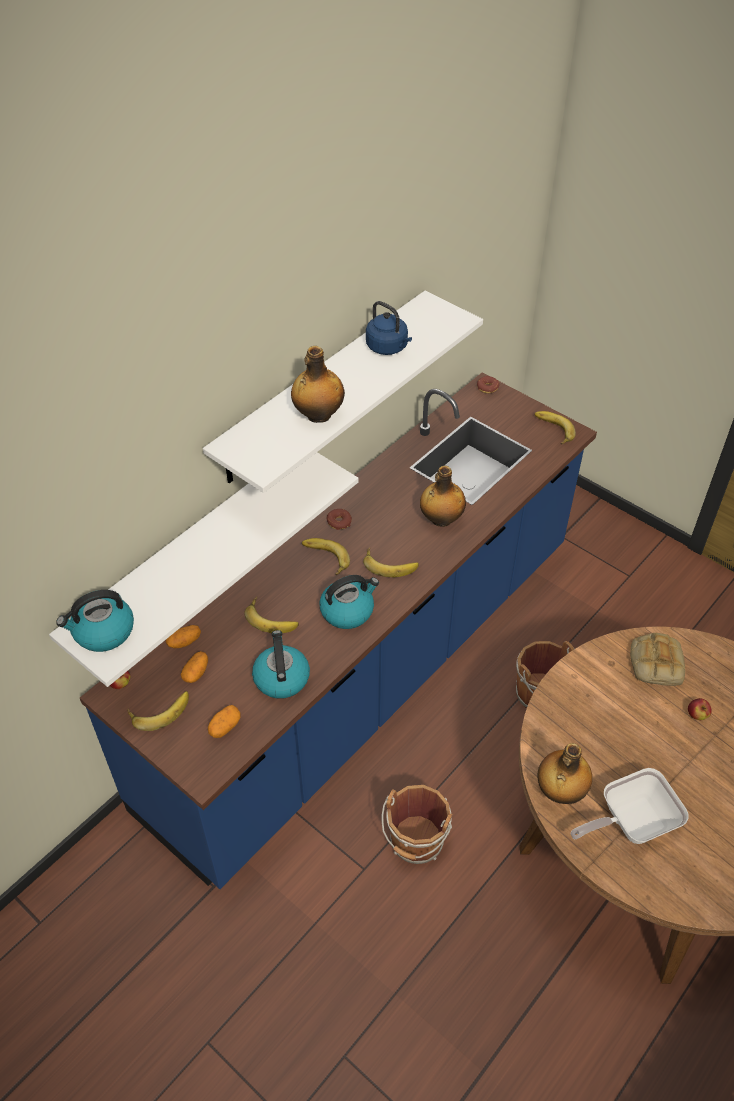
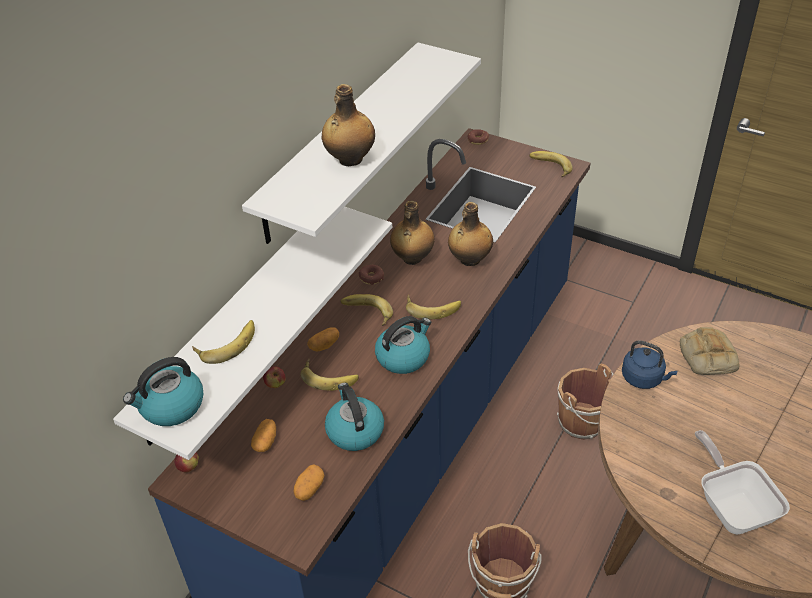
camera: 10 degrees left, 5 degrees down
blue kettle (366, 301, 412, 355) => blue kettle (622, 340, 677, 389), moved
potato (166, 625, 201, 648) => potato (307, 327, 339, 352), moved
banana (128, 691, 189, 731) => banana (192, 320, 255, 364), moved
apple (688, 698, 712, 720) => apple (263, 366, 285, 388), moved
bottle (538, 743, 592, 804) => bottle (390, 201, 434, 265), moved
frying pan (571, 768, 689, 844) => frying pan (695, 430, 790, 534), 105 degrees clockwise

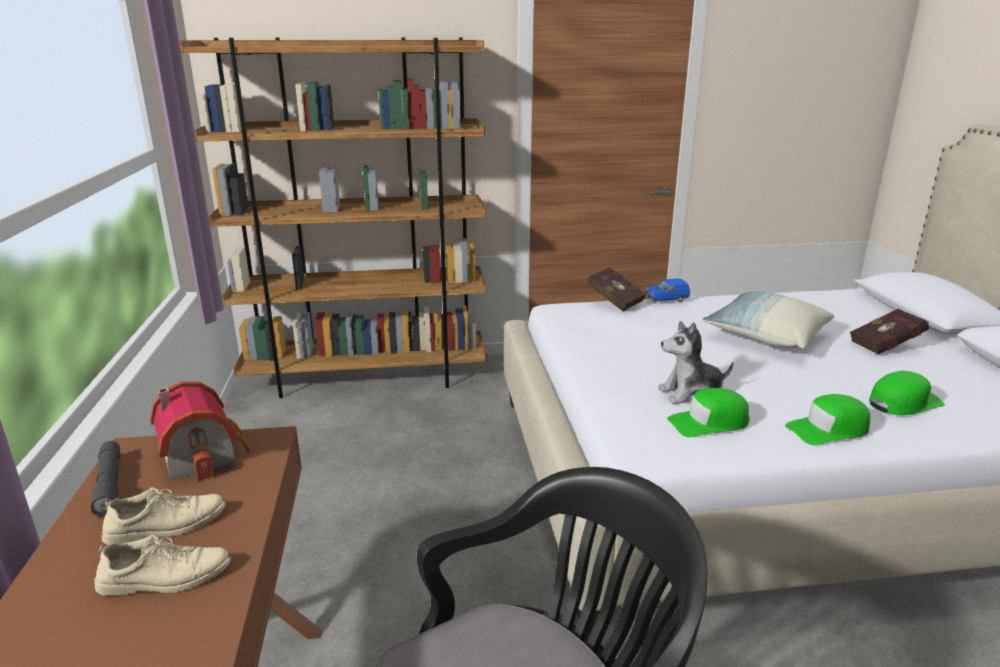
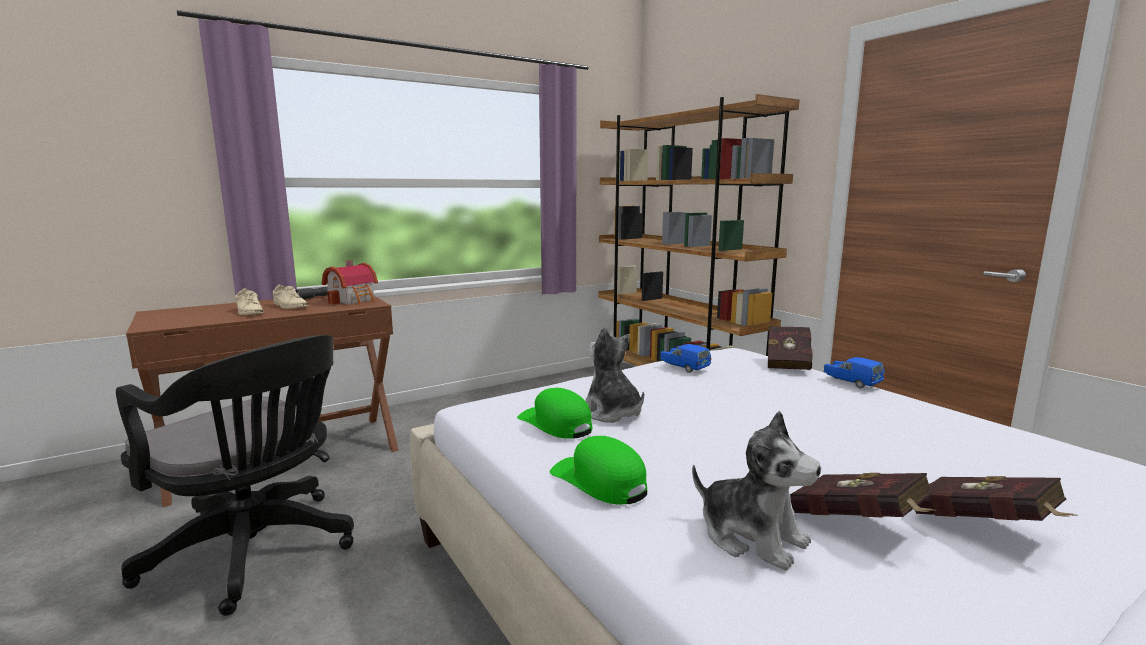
camera: 65 degrees right, 10 degrees down
pillow (702, 291, 834, 349) => nothing
green cap (869, 371, 945, 415) => plush toy (692, 411, 821, 571)
nothing => blue toy car (660, 344, 711, 373)
nothing => red book (790, 473, 937, 517)

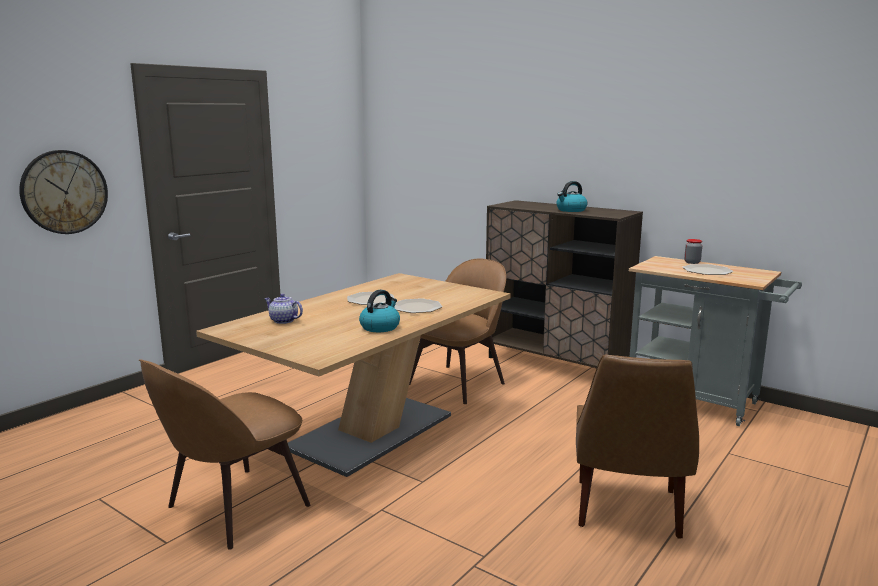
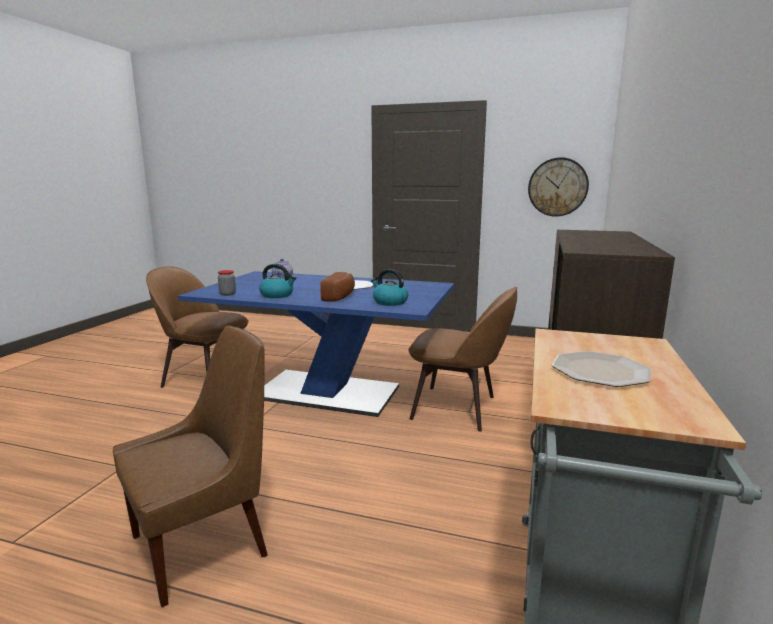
camera: 70 degrees right, 0 degrees up
wall clock (19, 150, 108, 234) => wall clock (528, 157, 589, 217), moved
kettle (556, 181, 588, 212) => kettle (371, 269, 408, 306), moved
jar (684, 239, 702, 264) => jar (218, 270, 236, 296), moved
brown dining table (196, 273, 511, 477) => blue dining table (178, 271, 454, 417)
plate (394, 298, 443, 313) => bread (320, 272, 355, 302)
brown chair (576, 355, 699, 539) => brown chair (113, 326, 268, 607), 150 degrees clockwise

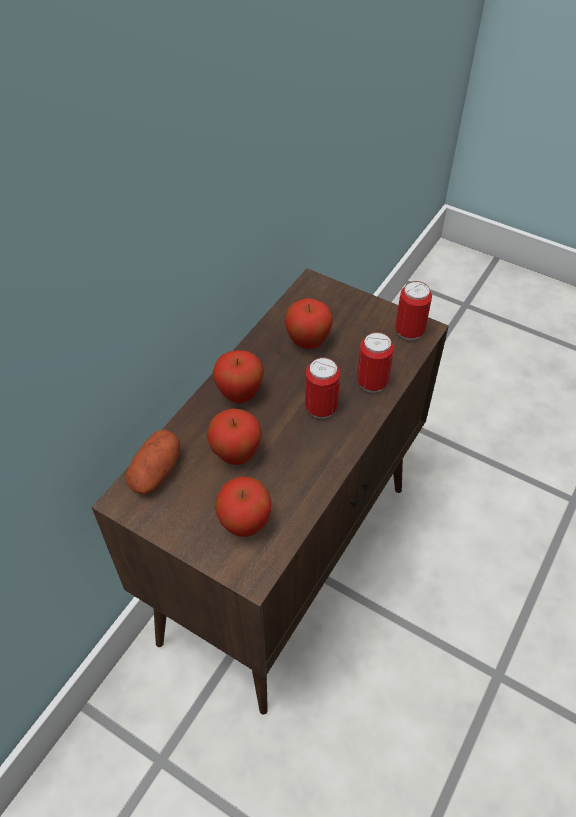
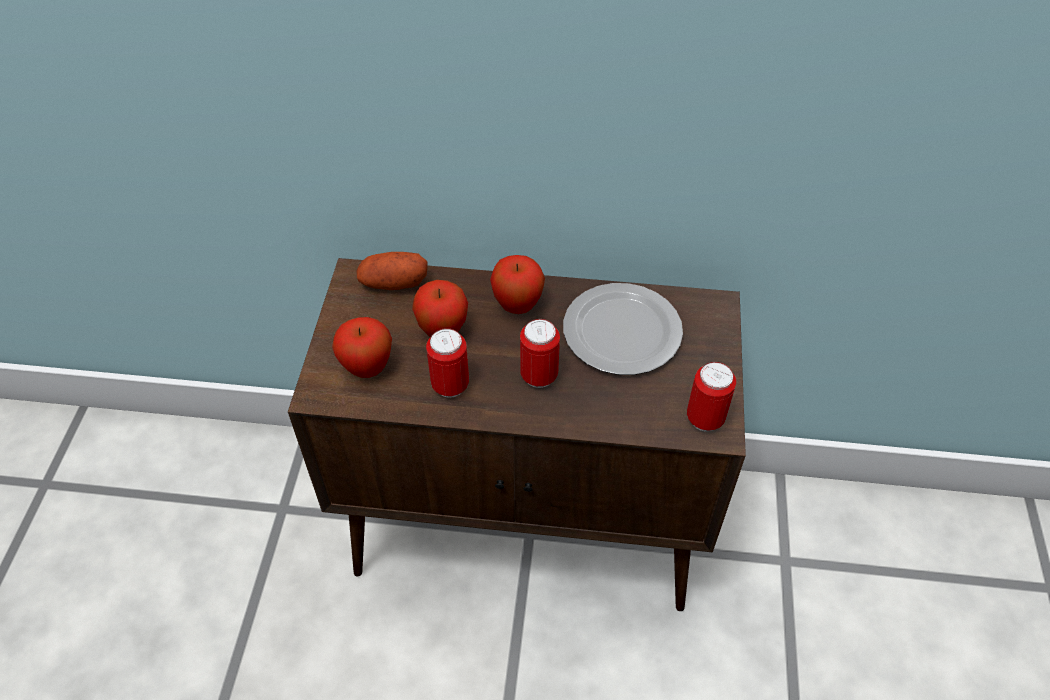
camera: 65 degrees right, 0 degrees up
apple (285, 298, 333, 349) => plate (563, 283, 683, 375)
can (357, 332, 394, 393) => can (426, 328, 469, 398), moved

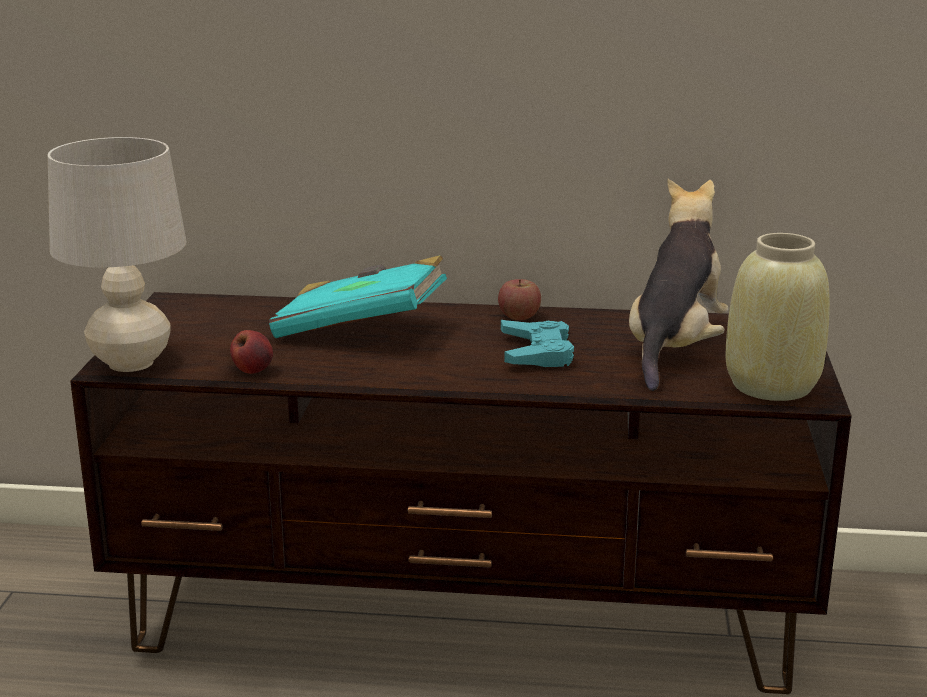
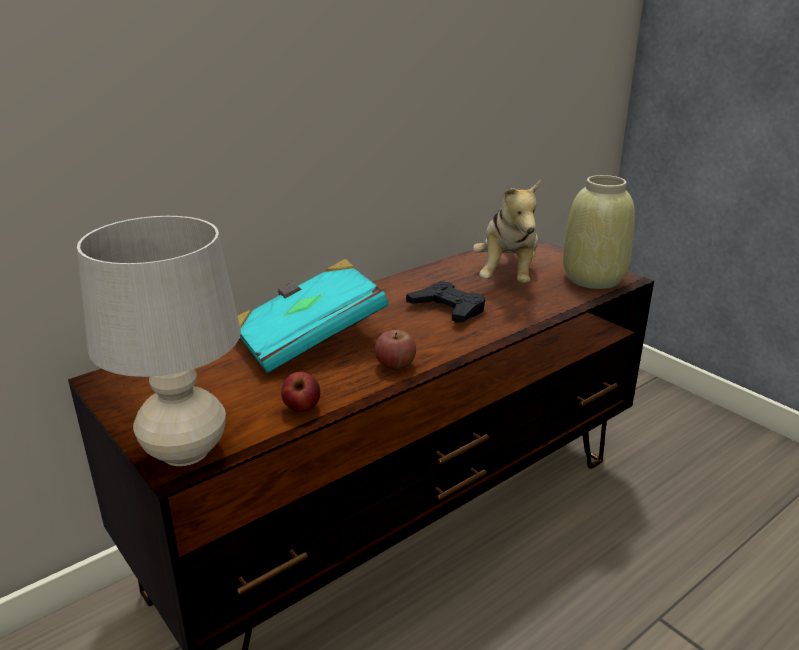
camera: 45 degrees left, 5 degrees up
plush toy (629, 179, 729, 391) => plush toy (473, 180, 541, 284), 150 degrees counterclockwise
apple (498, 279, 541, 320) => apple (375, 330, 416, 370), moved
turquoise game controller (501, 320, 574, 367) => black game controller (406, 281, 485, 323)

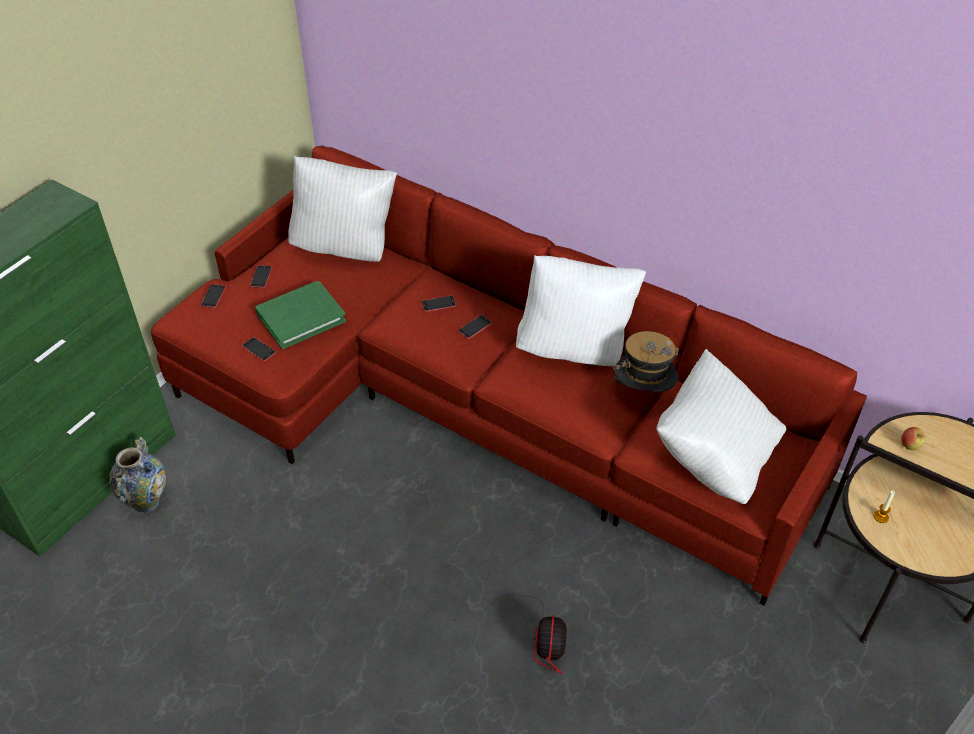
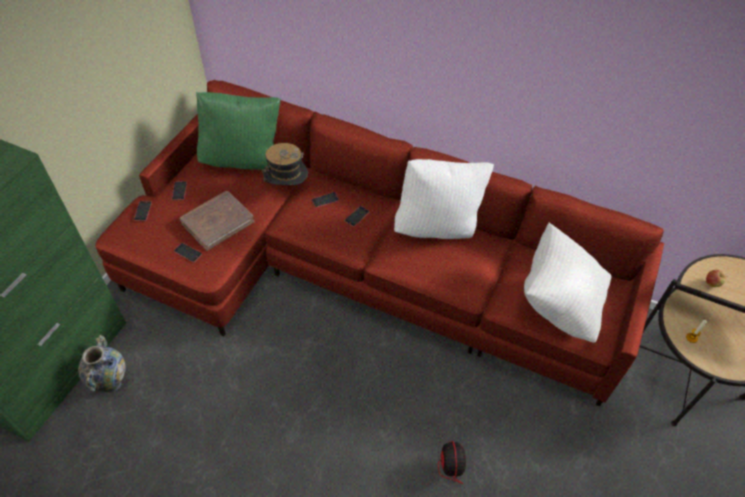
camera: 10 degrees left, 5 degrees up
white pillow (288, 156, 397, 262) => green pillow (196, 92, 281, 170)
green book (255, 281, 346, 349) => brown book (180, 191, 255, 251)
hat (612, 331, 679, 398) => hat (262, 143, 308, 190), moved

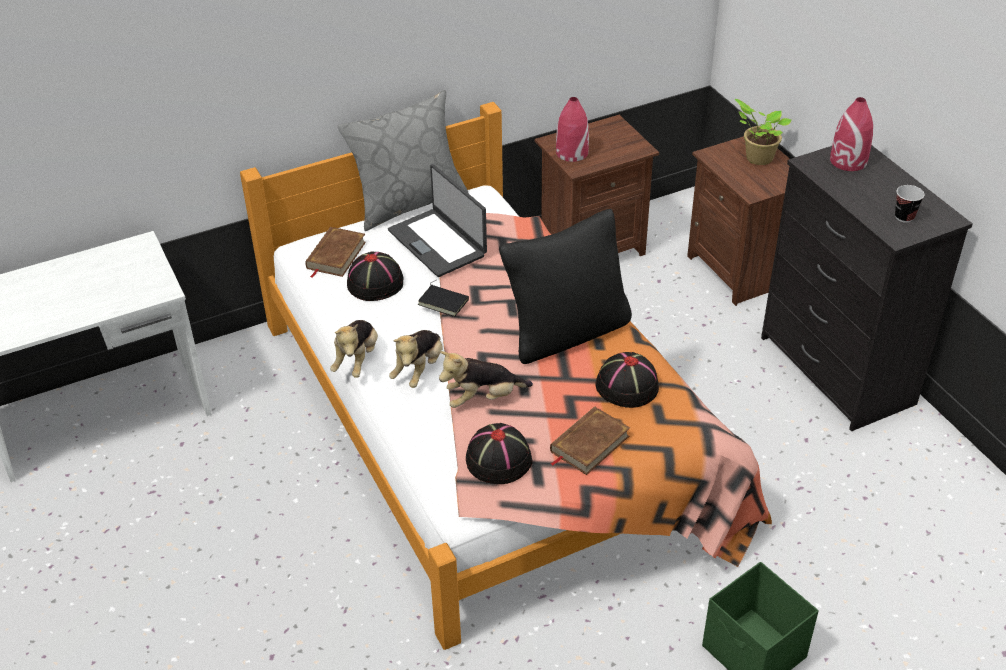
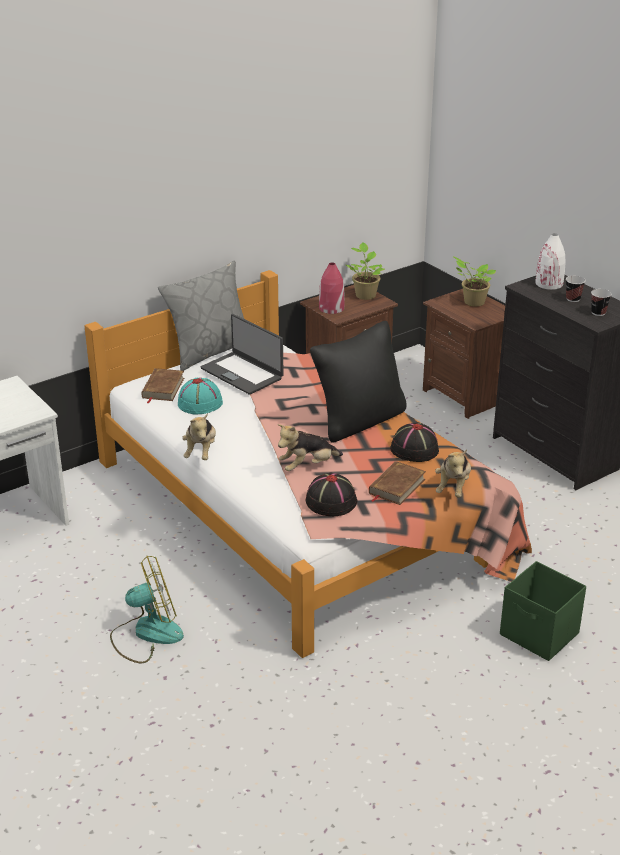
camera: 10 degrees left, 10 degrees down
red vase (830, 97, 873, 171) => white vase (535, 233, 566, 290)
black hat (347, 252, 404, 301) => turquoise hat (178, 378, 223, 414)
black book (418, 280, 469, 317) => nothing
plush toy (389, 330, 443, 388) => plush toy (435, 450, 471, 498), moved
nothing => potted plant (346, 242, 385, 300)
nothing => cup (566, 276, 586, 302)
nothing => fan (110, 556, 184, 664)

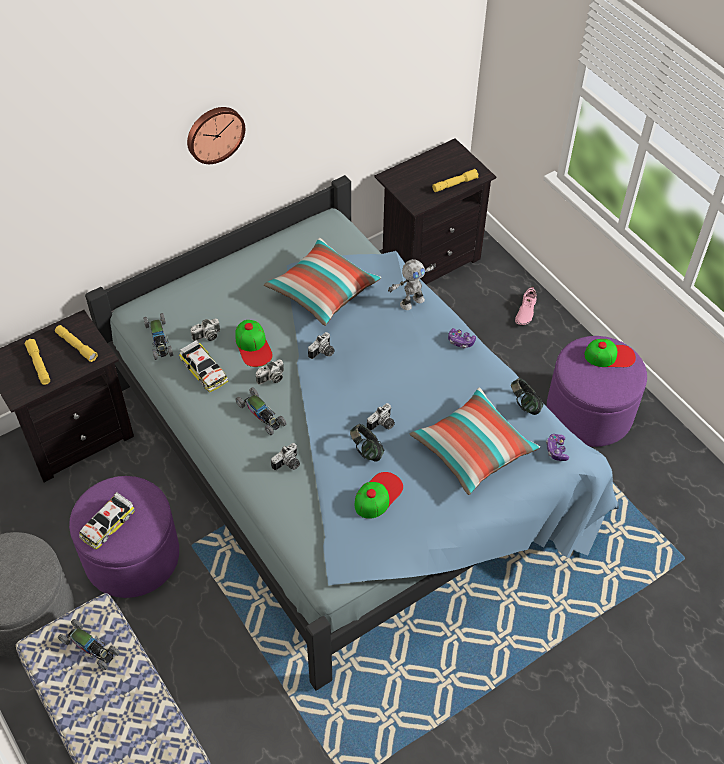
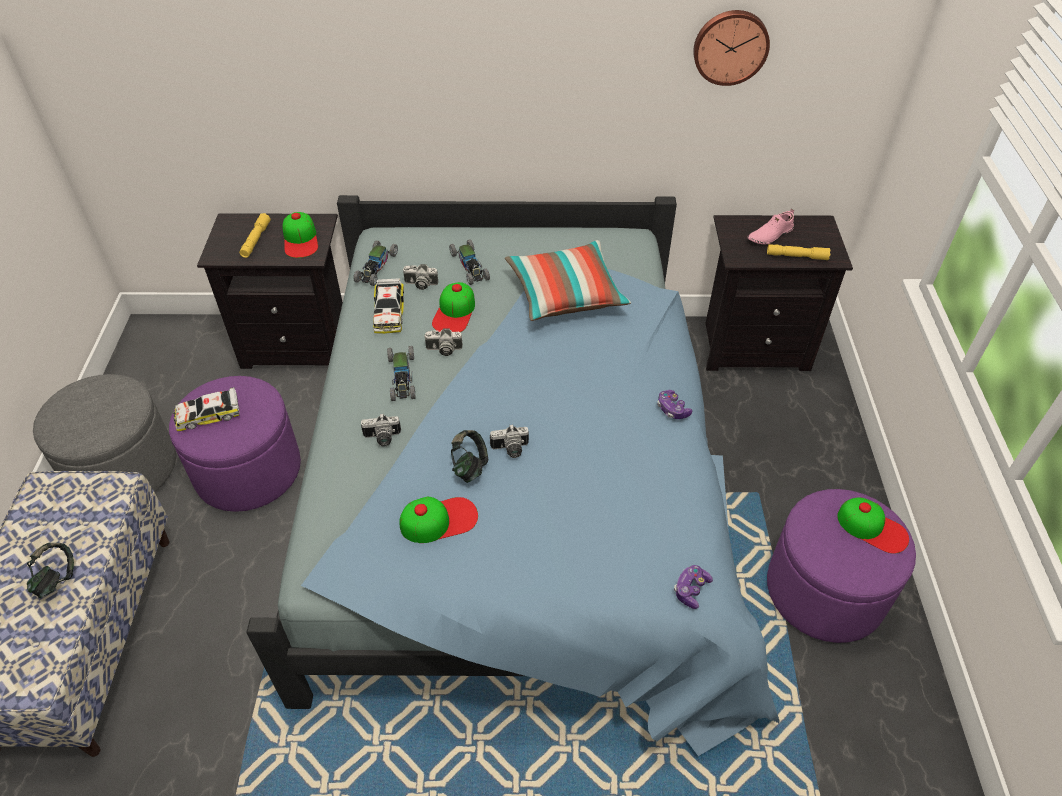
camera: 35 degrees right, 5 degrees down
wall clock (187, 107, 245, 164) => wall clock (693, 10, 770, 86), moved
toy robot (388, 259, 436, 310) => nothing
pink shoe (515, 286, 537, 325) => pink shoe (747, 209, 794, 245), moved
yellow flashlight (55, 325, 98, 362) => cap (282, 212, 318, 258)
photo camera (308, 332, 335, 359) => nothing
headphones (511, 378, 543, 415) => headphones (27, 543, 74, 598), moved
pillow (410, 387, 540, 495) => nothing
toy car (58, 619, 120, 670) => toy car (449, 239, 490, 285), moved

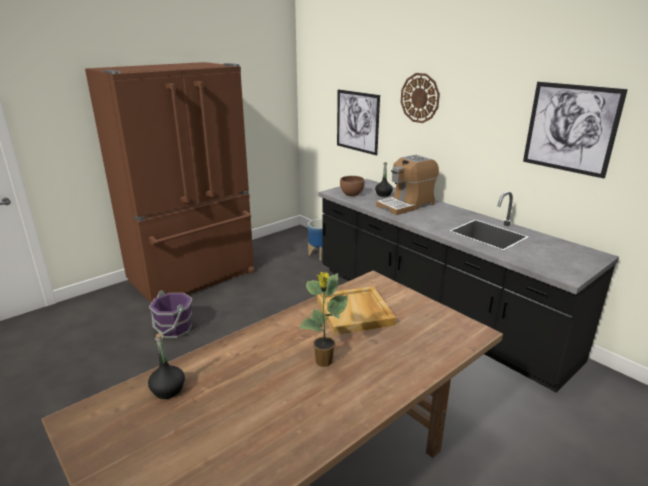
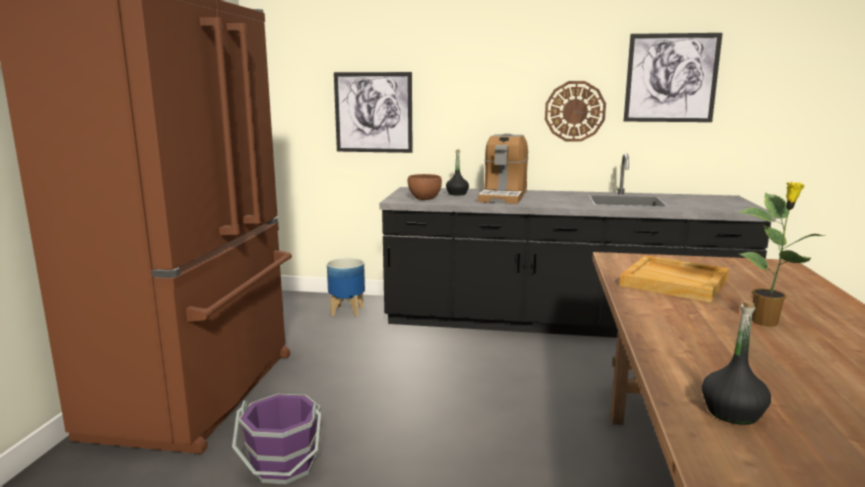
camera: 40 degrees left, 10 degrees down
wall clock (401, 73, 440, 123) => wall clock (545, 81, 606, 142), moved

